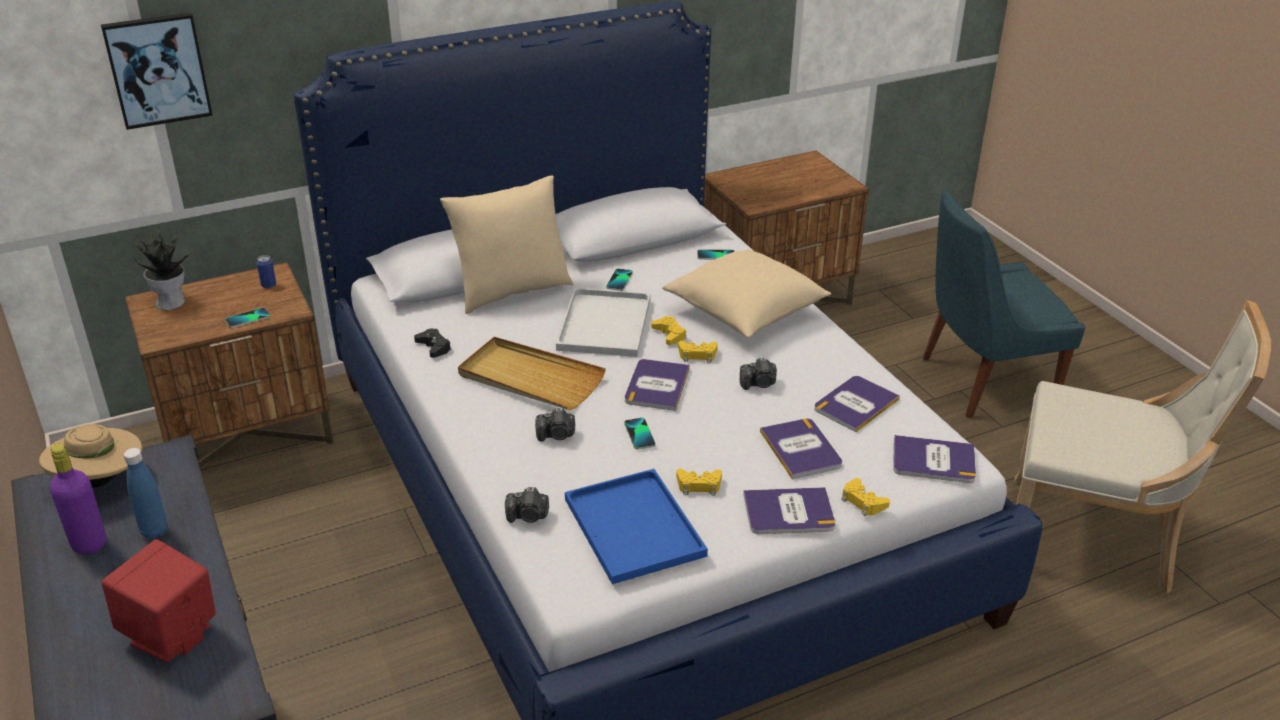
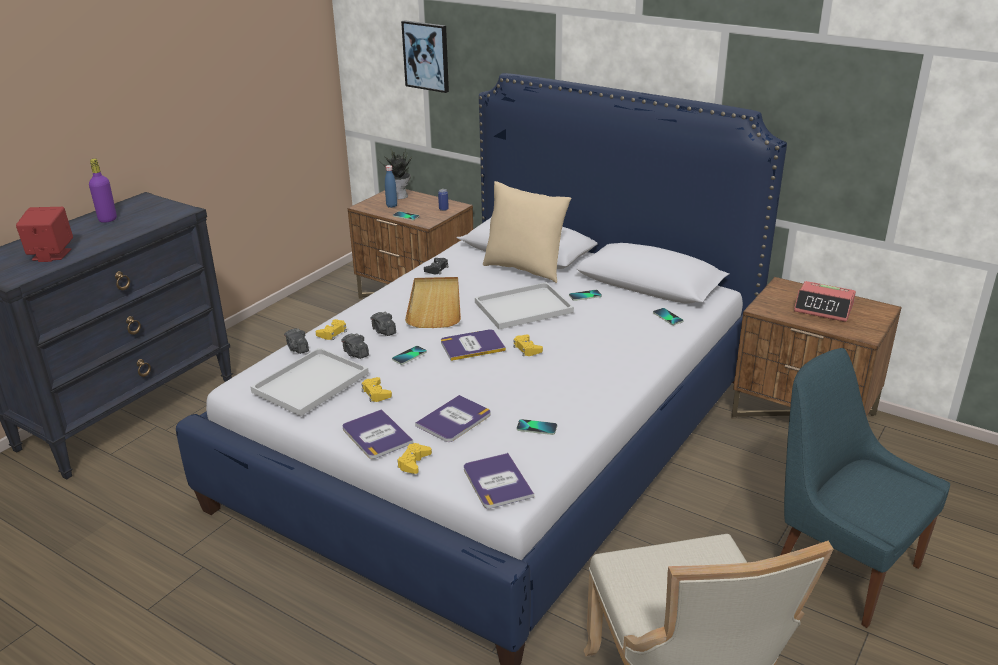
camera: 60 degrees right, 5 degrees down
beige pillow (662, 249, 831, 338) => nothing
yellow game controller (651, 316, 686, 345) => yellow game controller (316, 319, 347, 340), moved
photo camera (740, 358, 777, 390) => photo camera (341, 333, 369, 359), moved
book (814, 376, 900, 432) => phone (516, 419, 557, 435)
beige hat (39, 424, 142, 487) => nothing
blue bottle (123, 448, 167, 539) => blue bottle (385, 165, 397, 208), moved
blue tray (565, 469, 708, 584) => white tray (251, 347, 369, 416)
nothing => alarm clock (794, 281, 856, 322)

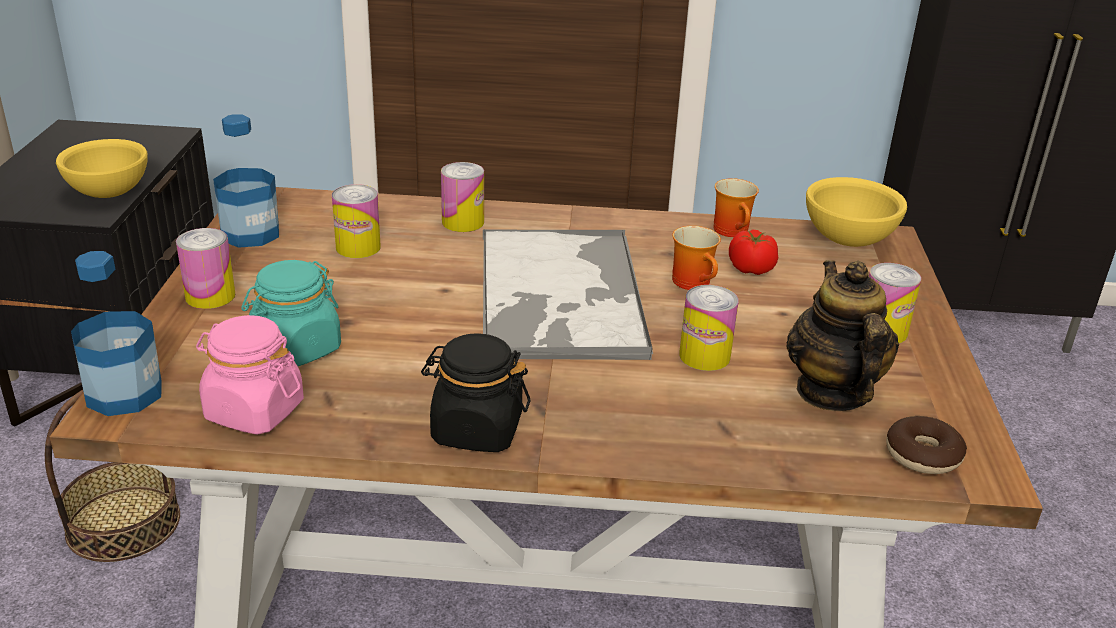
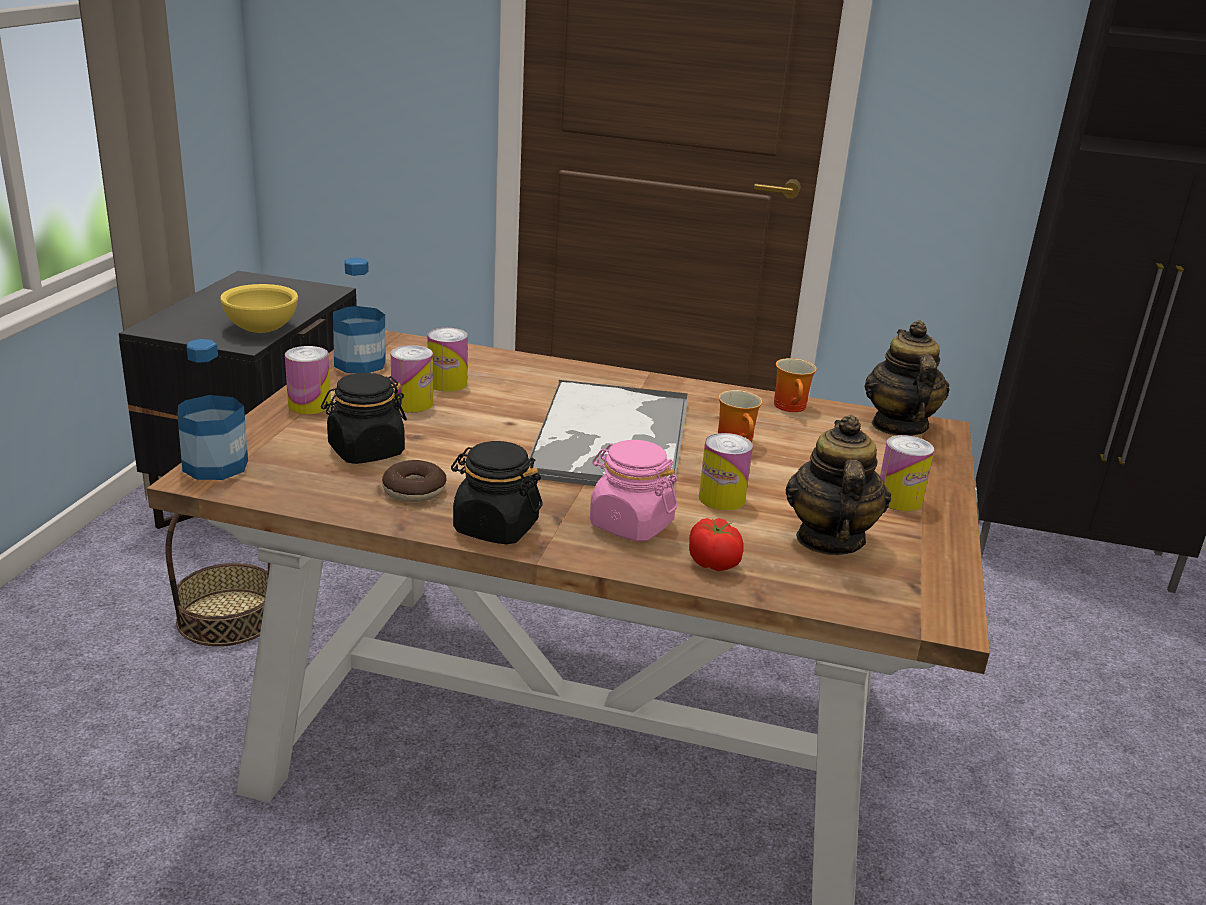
camera: 10 degrees right, 5 degrees down
can (441, 162, 484, 232) => can (391, 345, 433, 412), moved
yellow bowl (806, 177, 907, 247) => teapot (865, 321, 950, 436)
tomato (729, 229, 778, 275) => tomato (689, 518, 744, 571), moved
turquoise jar (241, 260, 341, 366) => black jar (321, 373, 407, 464)
pink jar (196, 315, 304, 435) => pink jar (590, 440, 678, 542), moved
donut (886, 416, 967, 474) => donut (382, 460, 446, 502), moved

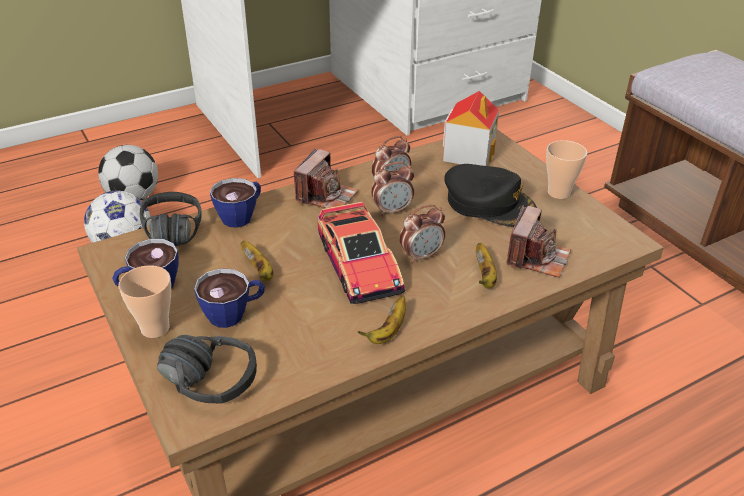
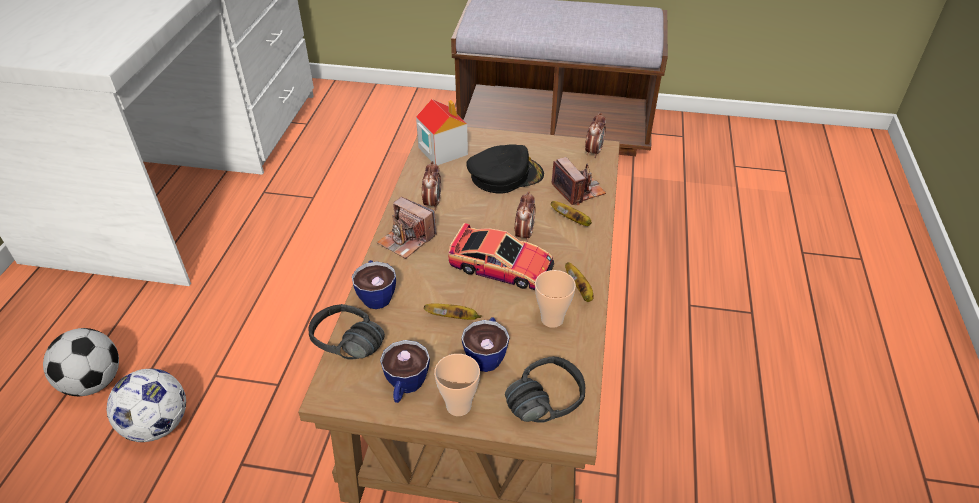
camera: 50 degrees left, 5 degrees up
cup (546, 140, 587, 199) => cup (535, 270, 576, 328), moved
photo camera (294, 149, 359, 212) => photo camera (377, 197, 437, 259), 150 degrees clockwise
alarm clock (371, 162, 414, 216) => alarm clock (585, 112, 606, 158), moved

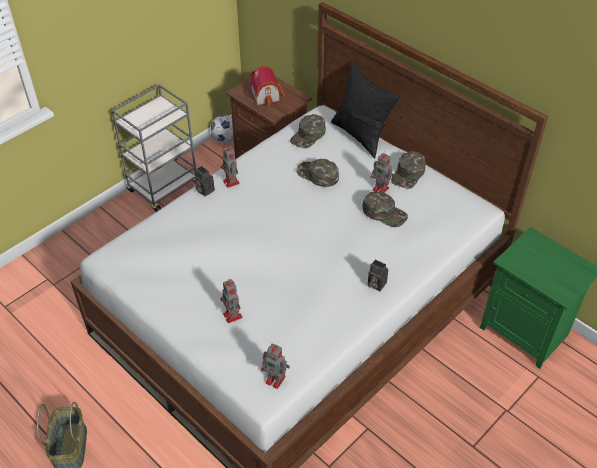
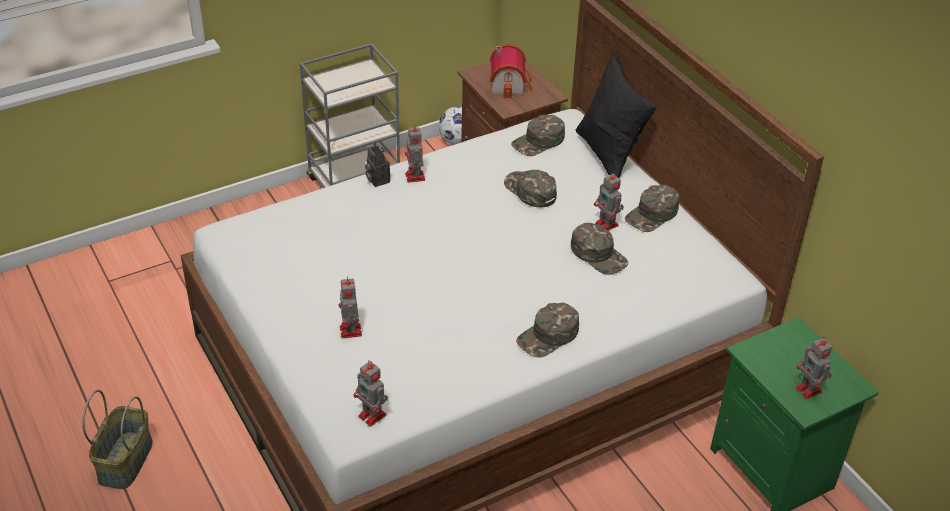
camera: 15 degrees right, 5 degrees down
photo camera (368, 259, 388, 291) => green cap (516, 303, 579, 357)
nothing => toy robot (795, 338, 832, 399)

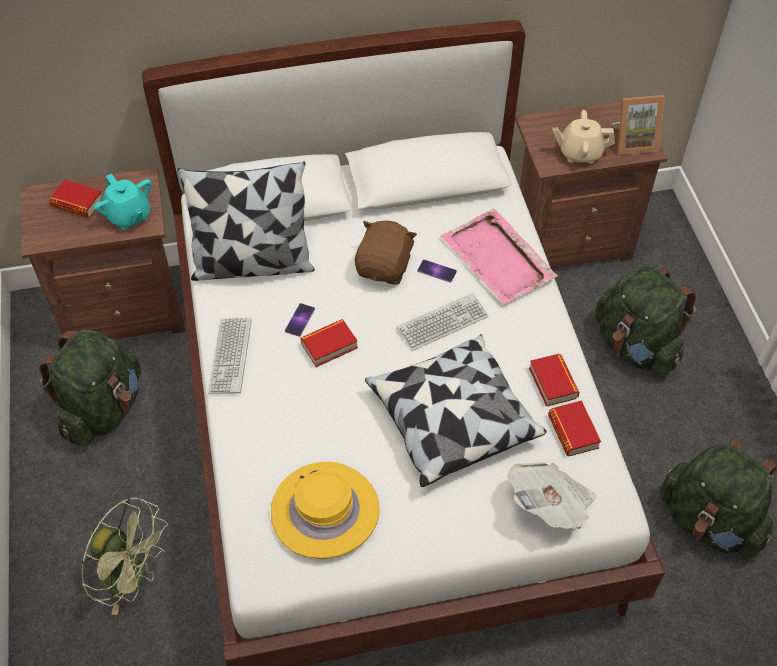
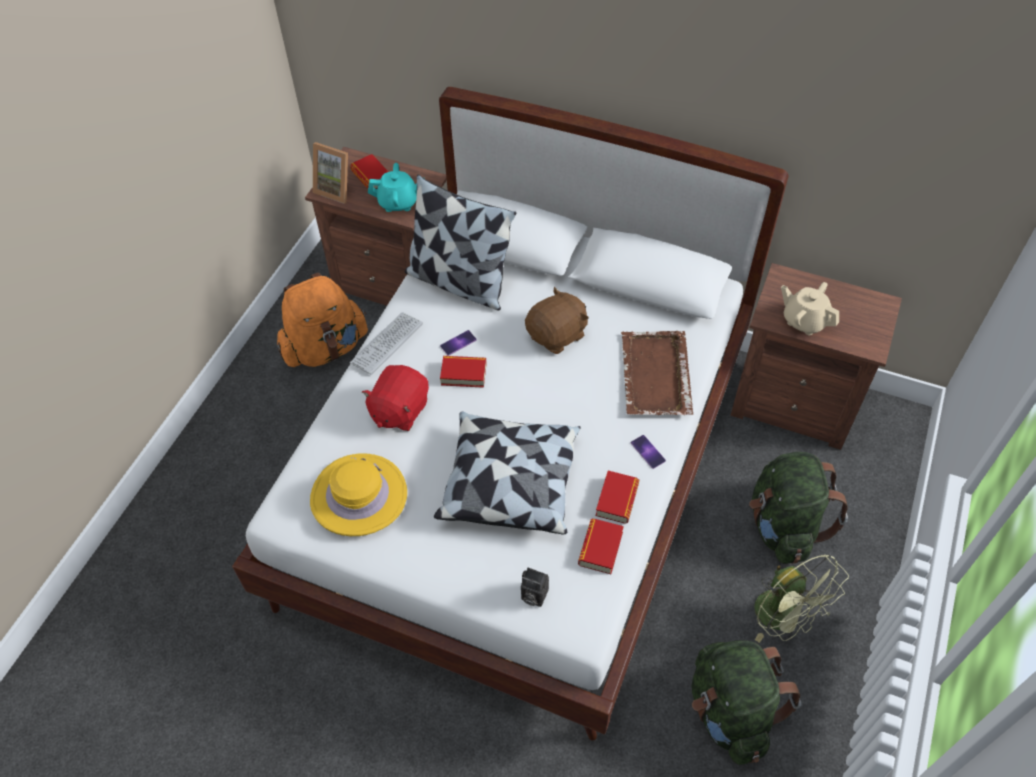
camera: 35 degrees right, 0 degrees up
picture frame (612, 95, 665, 155) => picture frame (313, 142, 348, 204), moved
turquoise teapot (94, 174, 152, 230) => turquoise teapot (368, 163, 425, 212), 90 degrees counterclockwise
pink tray (440, 208, 558, 305) => brown tray (621, 331, 693, 415)
phone (417, 259, 457, 282) => phone (631, 435, 666, 469), moved
keyboard (397, 293, 488, 351) => nothing
green backpack (40, 330, 141, 446) => orange backpack (277, 272, 368, 367)
newspaper (508, 462, 596, 529) => photo camera (521, 567, 549, 607)
green fan (81, 498, 168, 615) => green fan (754, 554, 849, 643), moved
nothing => red plush toy (362, 365, 429, 431)

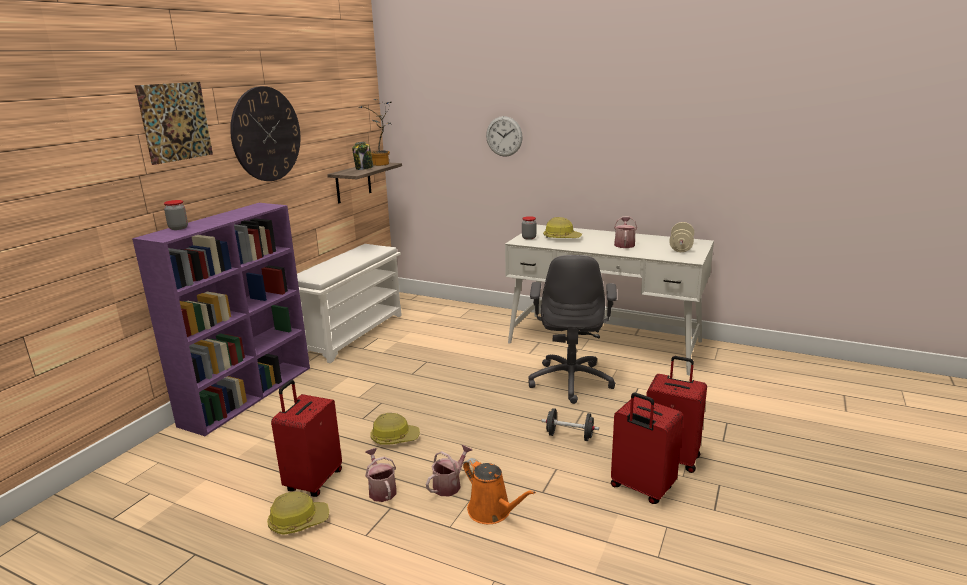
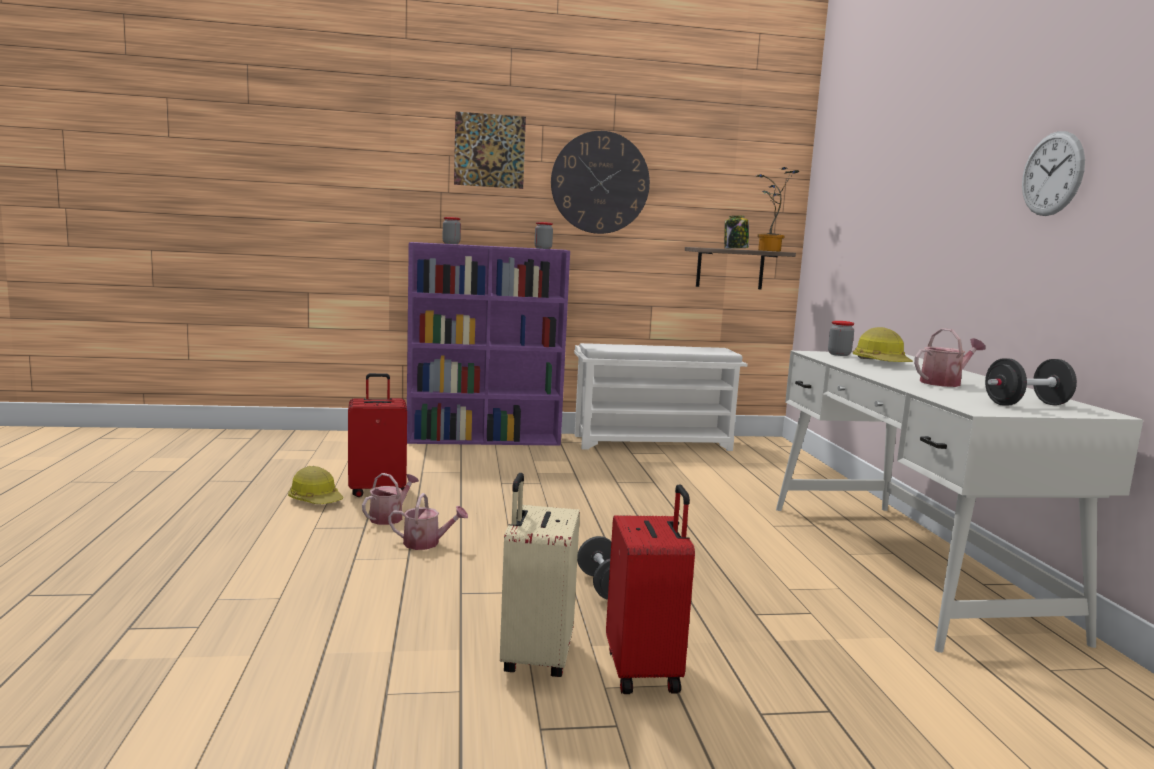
camera: 55 degrees right, 10 degrees down
wall clock (486, 116, 523, 157) => wall clock (1022, 131, 1085, 216), moved
beige dumbbell (669, 222, 694, 252) => black dumbbell (985, 358, 1077, 406)
grey office chair (528, 255, 617, 404) => nothing
red suitcase (611, 393, 683, 504) => beige suitcase (500, 473, 580, 677)
hard hat (370, 413, 420, 445) => nothing
orange watering can (463, 458, 536, 524) => nothing
nothing => jar (535, 222, 553, 249)

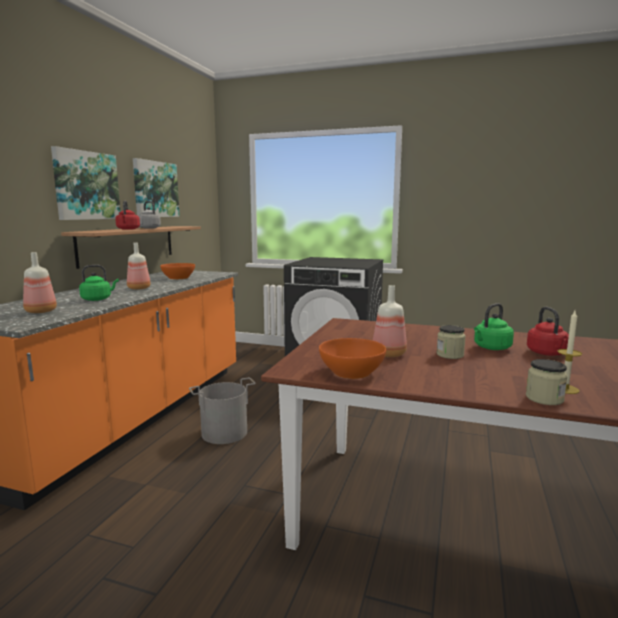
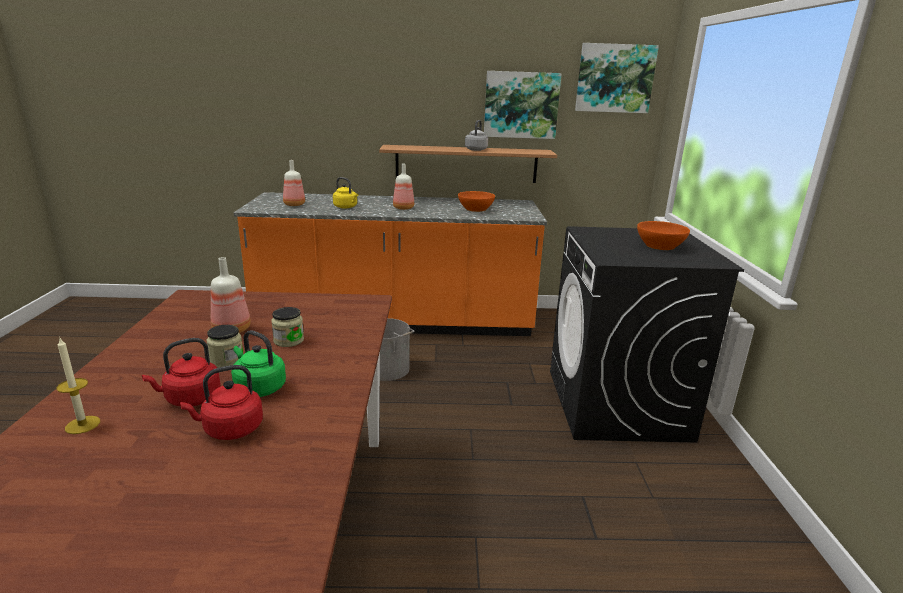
camera: 70 degrees right, 10 degrees up
picture (51, 146, 120, 220) => picture (575, 43, 659, 113), moved
red kettle (115, 201, 140, 230) => red kettle (142, 338, 221, 406), moved
green kettle (79, 265, 119, 301) => yellow kettle (333, 177, 358, 209)
orange bowl (319, 338, 386, 379) => orange bowl (637, 221, 690, 250), moved
jar (526, 359, 568, 405) => jar (271, 307, 304, 347), moved

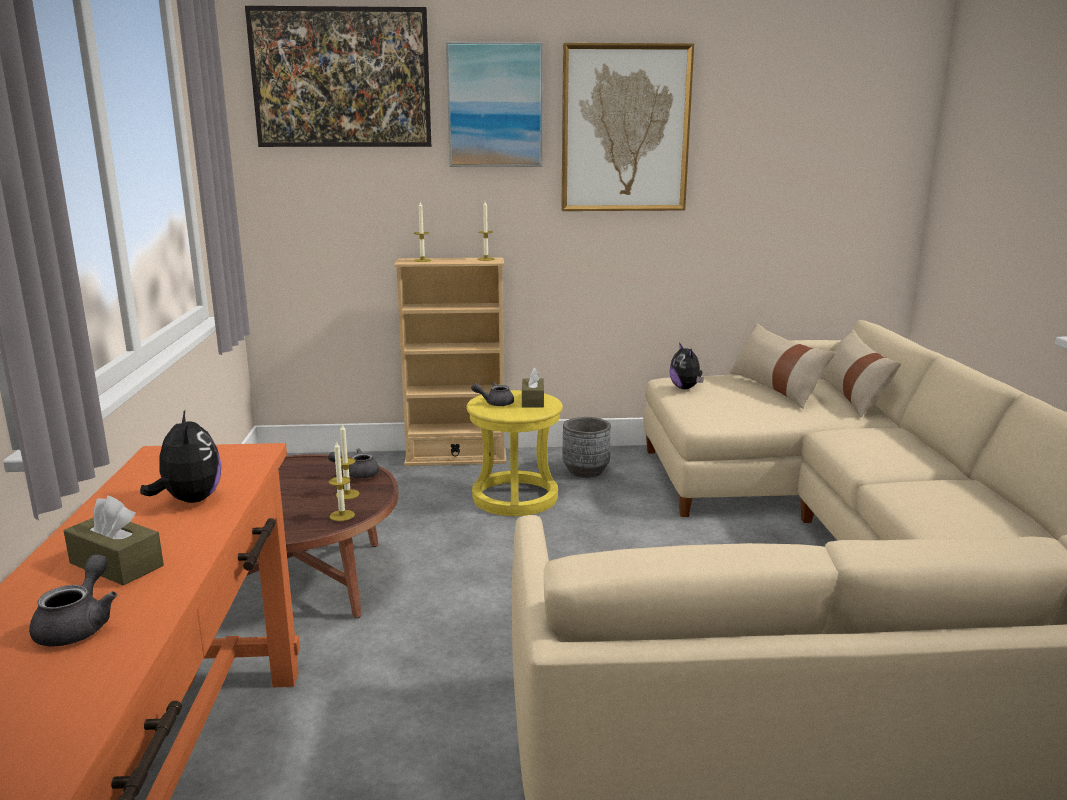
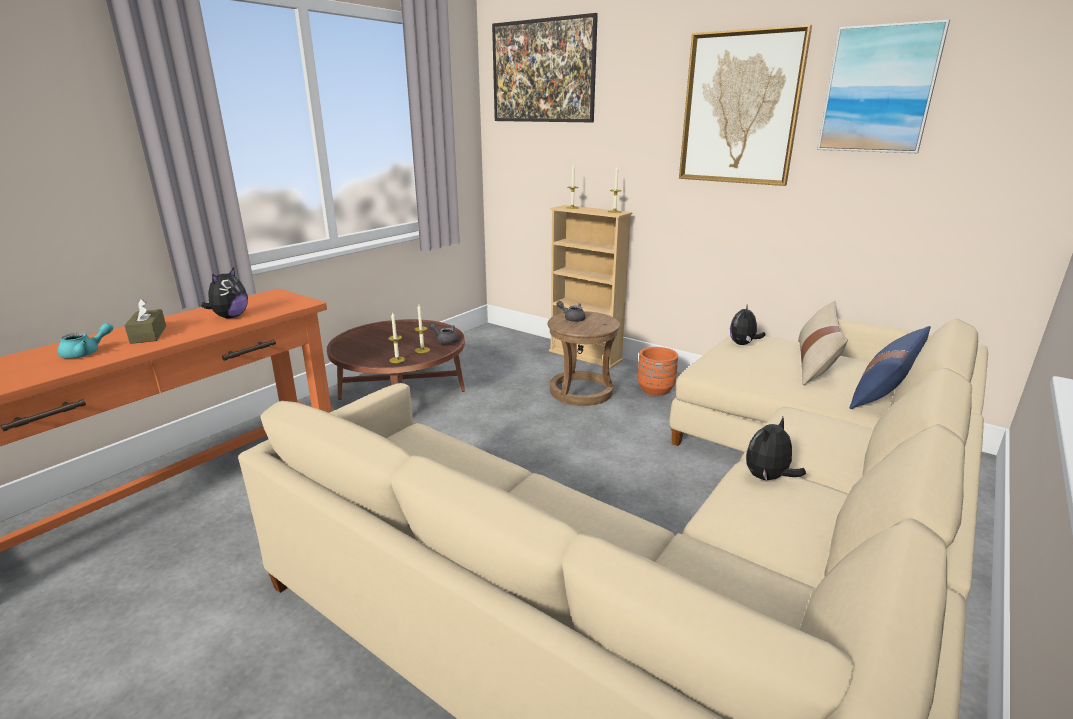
camera: 40 degrees right, 5 degrees up
picture (446, 42, 543, 167) => picture (817, 19, 950, 153), moved
beige pillow (820, 330, 901, 417) => blue pillow (850, 326, 931, 409)
brown tissue box (522, 368, 544, 407) => nothing
yellow stool (466, 390, 563, 516) => brown stool (547, 311, 620, 406)
grey planter (562, 417, 611, 478) => orange planter (637, 347, 678, 396)
grey teapot (29, 554, 117, 647) => turquoise teapot (58, 323, 113, 358)
nothing => plush toy (746, 417, 806, 481)

